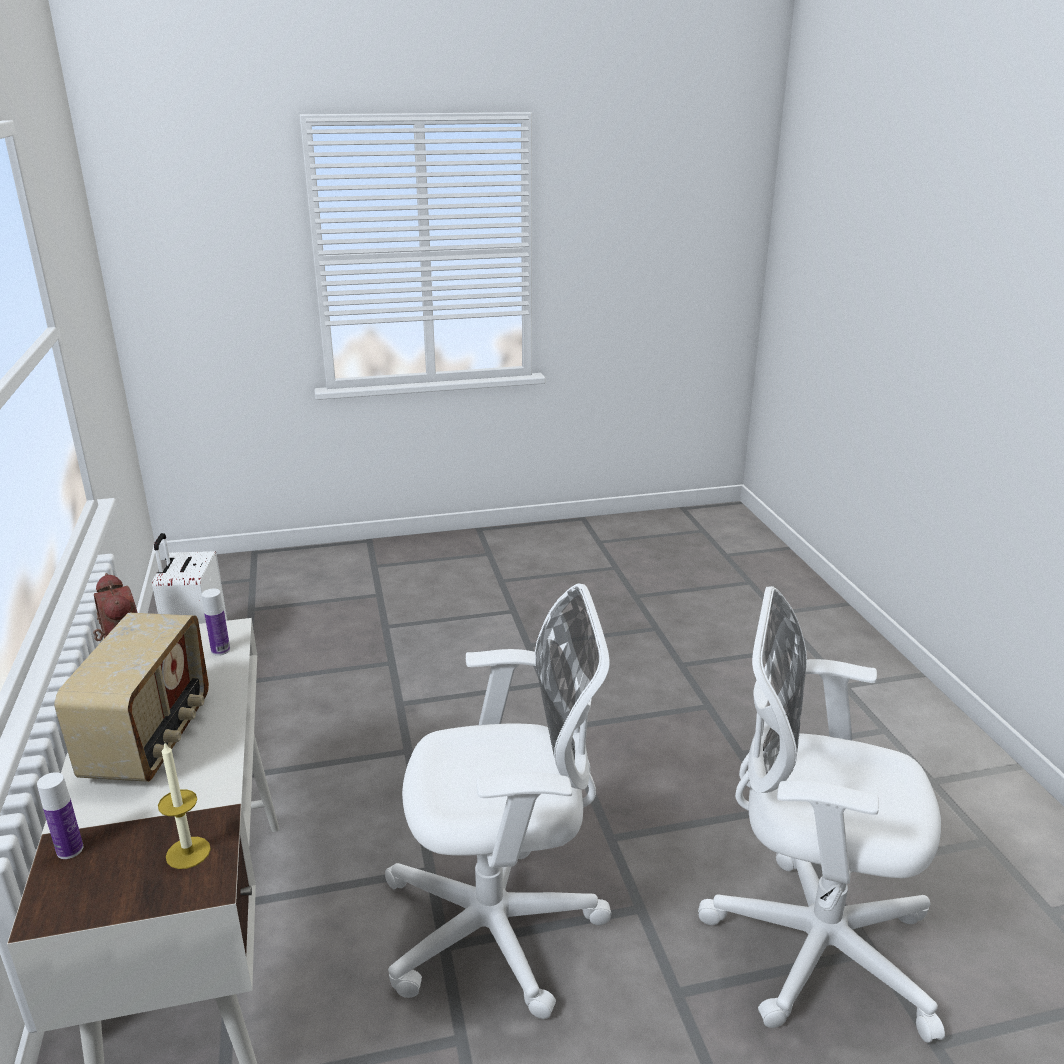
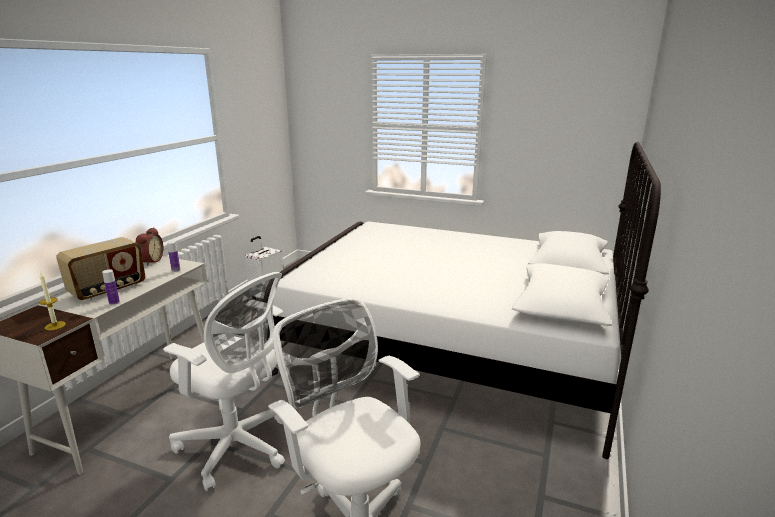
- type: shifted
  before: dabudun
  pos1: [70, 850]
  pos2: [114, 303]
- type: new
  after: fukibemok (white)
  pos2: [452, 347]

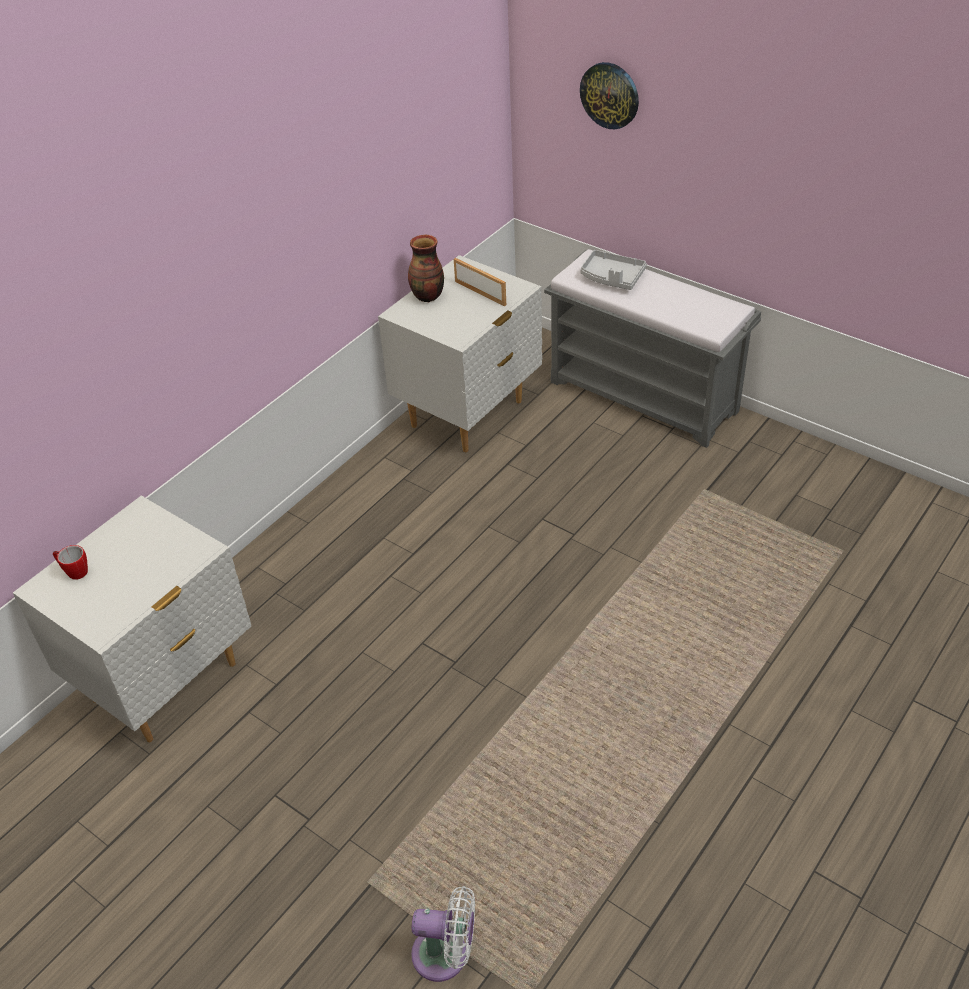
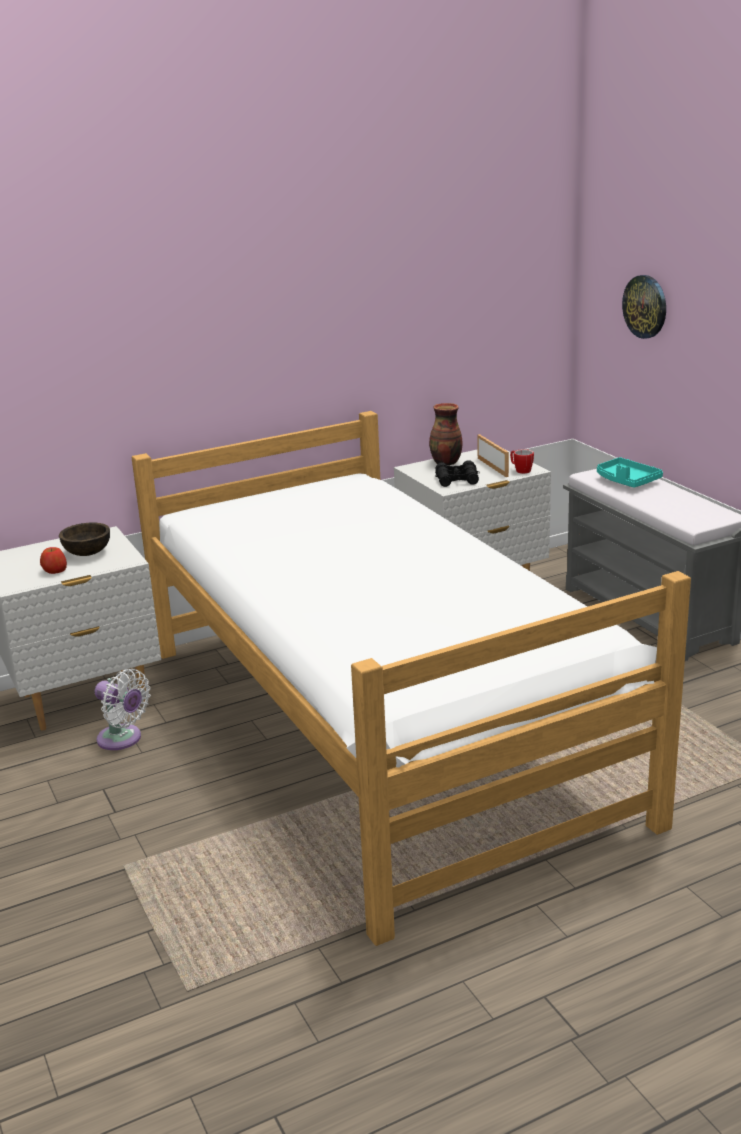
- type: shifted
  before: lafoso
  pos1: [74, 571]
  pos2: [520, 470]
- type: shifted
  before: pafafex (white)
  pos1: [446, 955]
  pos2: [122, 739]
- type: repainted
  before: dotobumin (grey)
  after: dotobumin (turquoise)
  pos1: [612, 278]
  pos2: [626, 481]
- type: new
  after: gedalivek
  pos2: [55, 570]
- type: new
  after: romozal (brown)
  pos2: [87, 553]
- type: new
  after: fukibemok
  pos2: [379, 728]
- type: new
  after: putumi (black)
  pos2: [457, 480]

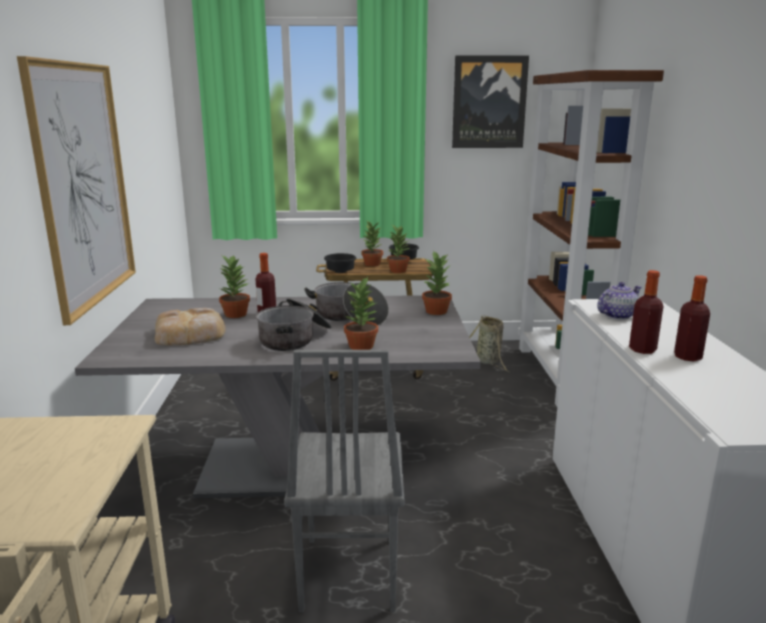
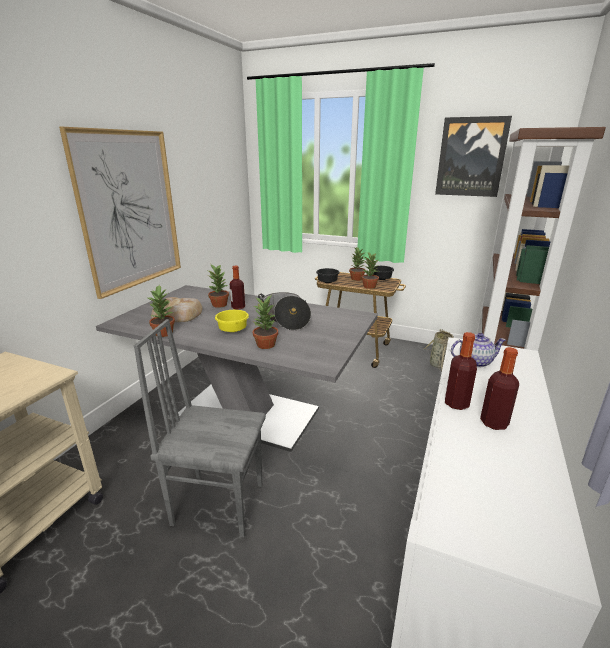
- type: swapped
  before: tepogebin
  after: romozal (yellow)
  pos1: [295, 338]
  pos2: [232, 330]
- type: rotated
  before: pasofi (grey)
  pos1: [347, 574]
  pos2: [218, 502]
  turn: 75
- type: shifted
  before: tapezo
  pos1: [436, 311]
  pos2: [164, 333]

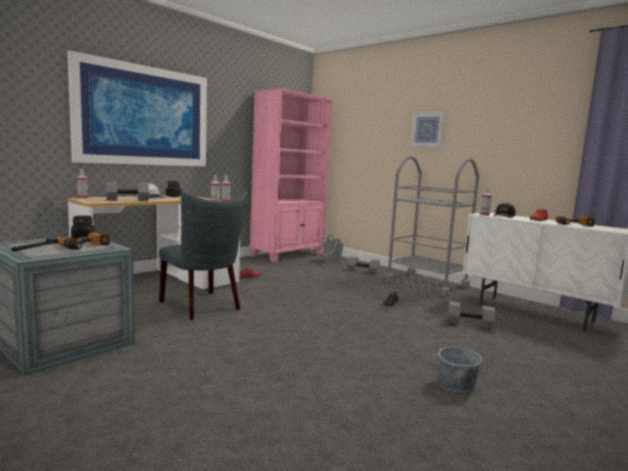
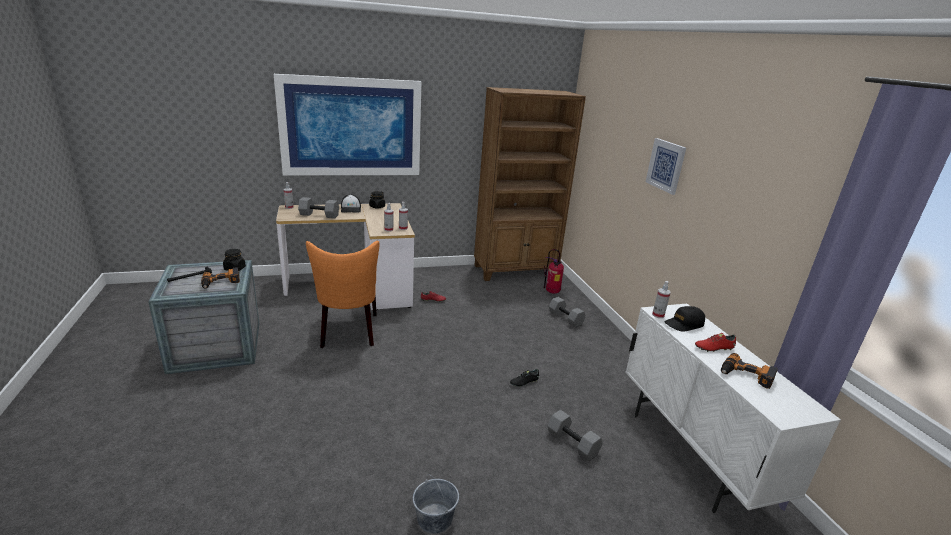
- type: repainted
  before: pasofi (grey)
  after: pasofi (orange)
  pos1: [203, 306]
  pos2: [348, 333]
- type: repainted
  before: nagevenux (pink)
  after: nagevenux (brown)
  pos1: [288, 255]
  pos2: [515, 271]
- type: swapped
  before: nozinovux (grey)
  after: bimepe
  pos1: [332, 261]
  pos2: [551, 292]
- type: gone
  before: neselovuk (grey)
  pos1: [426, 283]

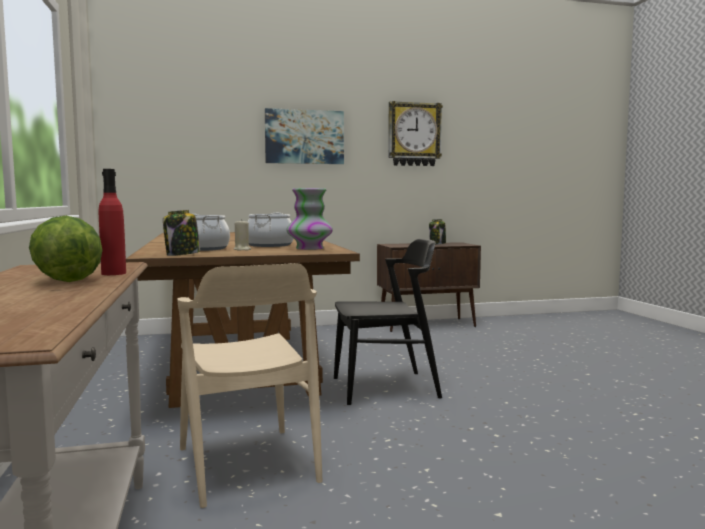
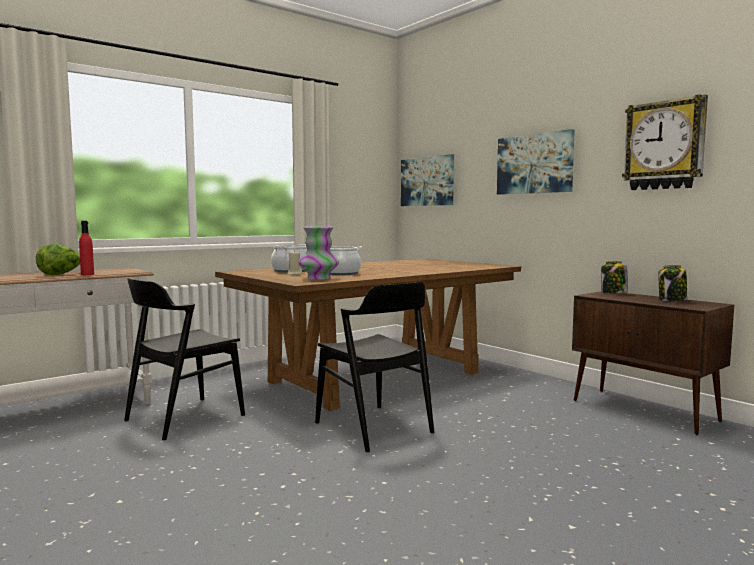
- type: shifted
  before: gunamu
  pos1: [182, 255]
  pos2: [613, 293]
- type: repainted
  before: pasofi (beige)
  after: pasofi (black)
  pos1: [247, 464]
  pos2: [184, 417]
- type: new
  after: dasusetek
  pos2: [427, 181]

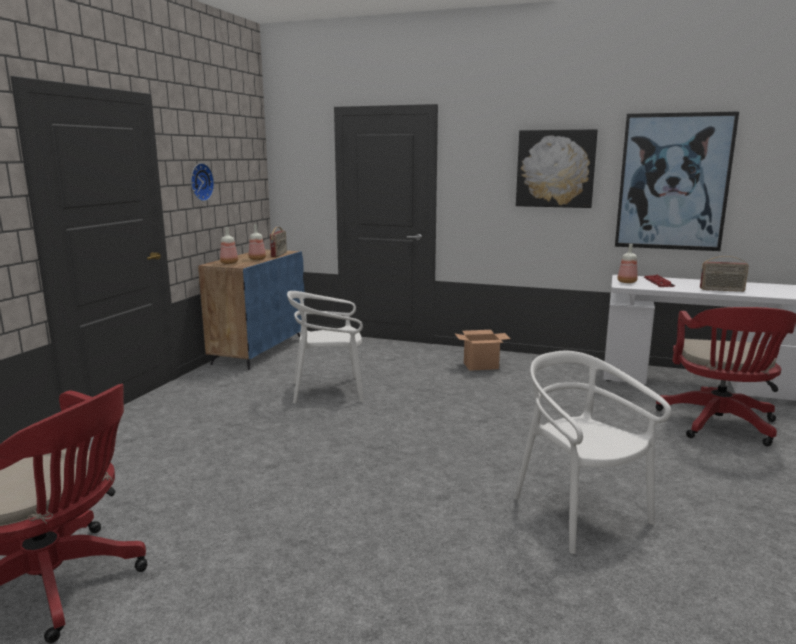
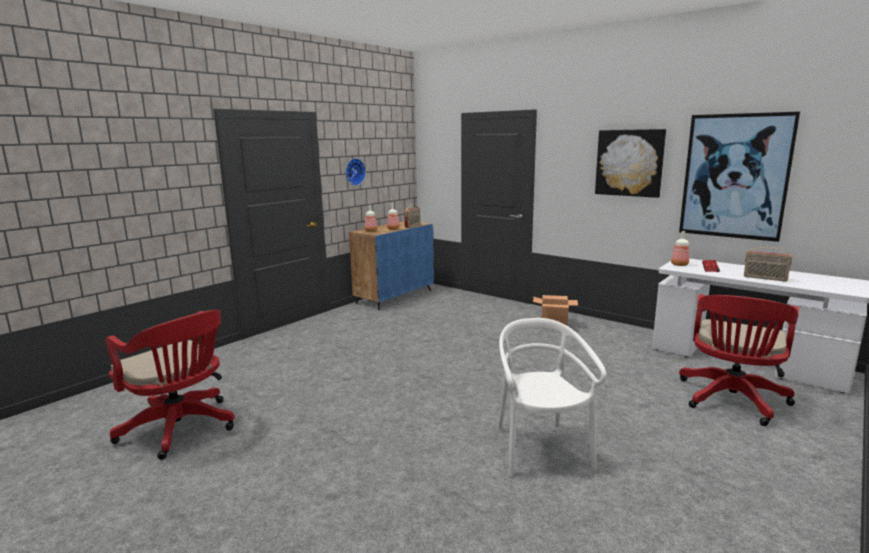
- type: gone
  before: pasofi (white)
  pos1: [328, 391]

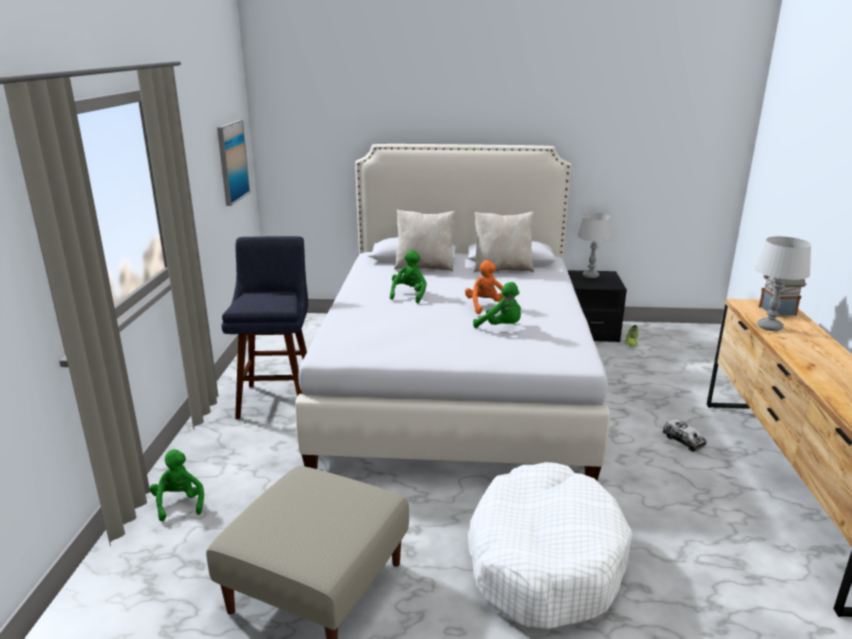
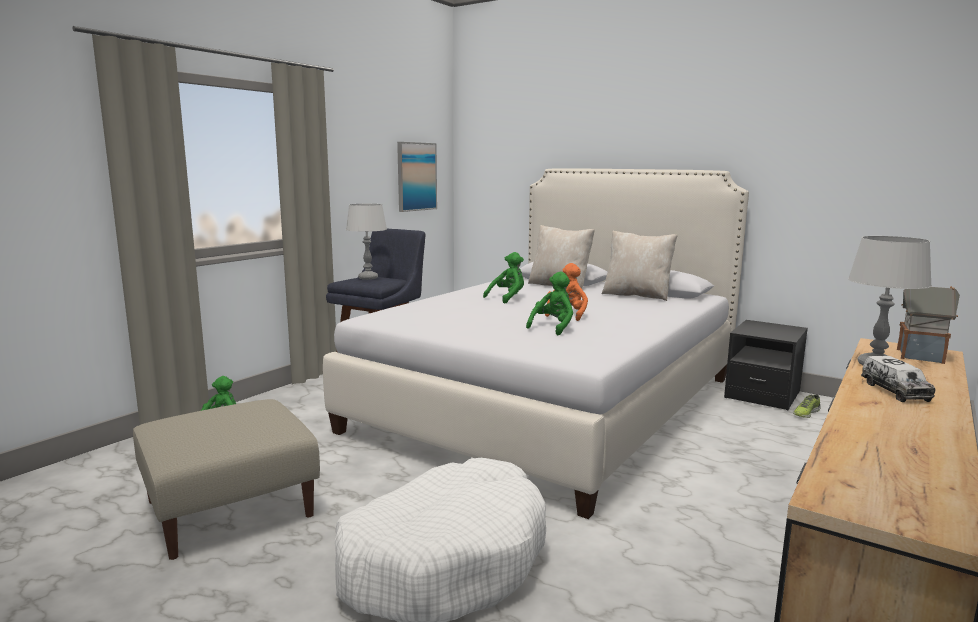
- type: rotated
  before: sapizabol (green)
  pos1: [501, 327]
  pos2: [553, 327]
  turn: -120
- type: shifted
  before: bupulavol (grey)
  pos1: [590, 276]
  pos2: [368, 278]
- type: shifted
  before: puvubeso
  pos1: [683, 441]
  pos2: [895, 391]

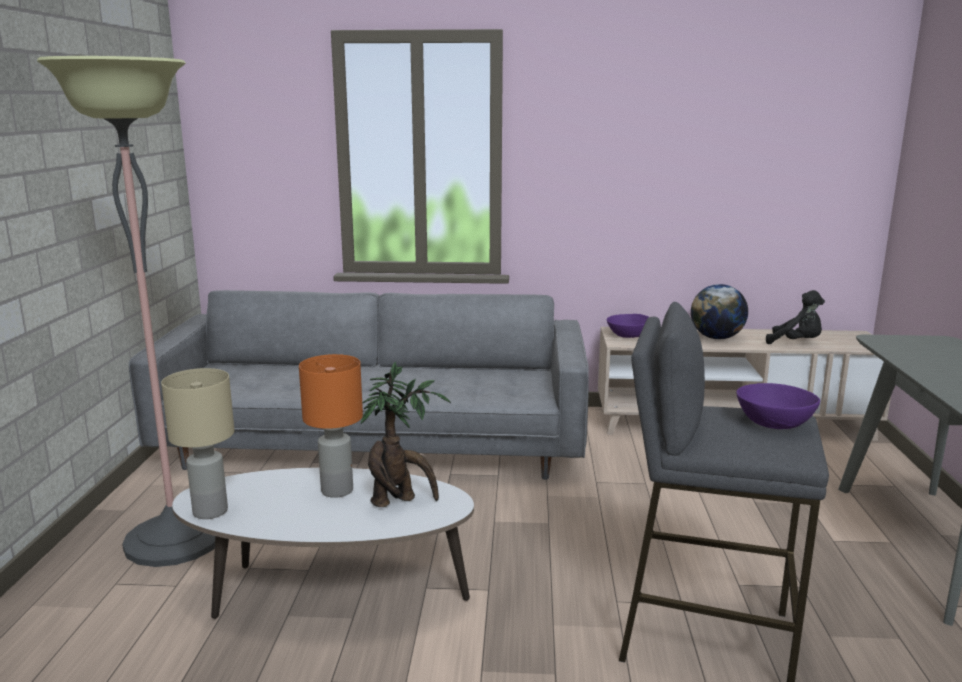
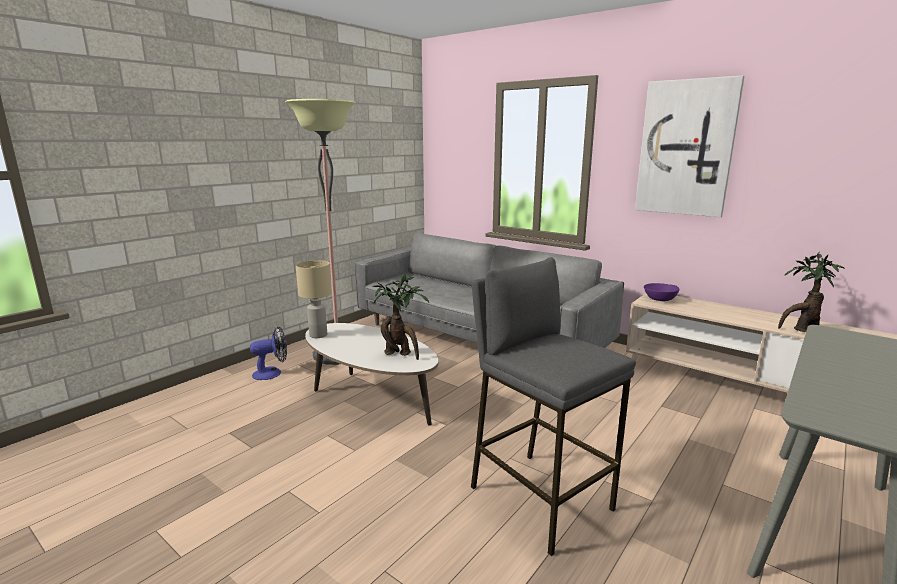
- type: gone
  before: bupulavol (orange)
  pos1: [336, 490]
- type: gone
  before: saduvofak
  pos1: [716, 338]
- type: gone
  before: romozal (purple)
  pos1: [773, 423]
- type: swapped
  before: sapizabol (black)
  after: tapezo
  pos1: [796, 343]
  pos2: [802, 330]
- type: new
  after: pafafex
  pos2: [272, 373]
- type: new
  after: dasusetek
  pos2: [686, 148]

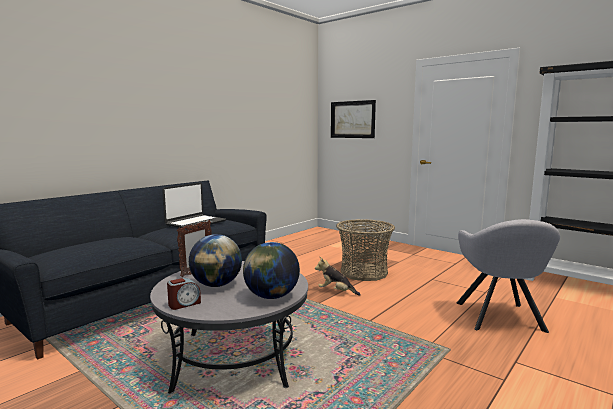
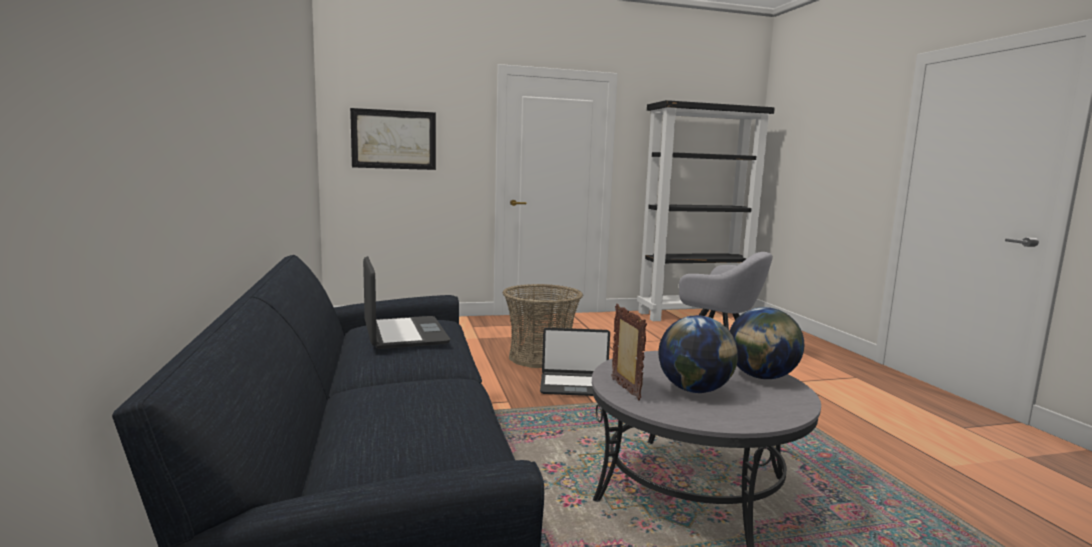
- type: gone
  before: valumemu
  pos1: [184, 304]
- type: swapped
  before: sapizabol
  after: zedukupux
  pos1: [336, 292]
  pos2: [575, 386]

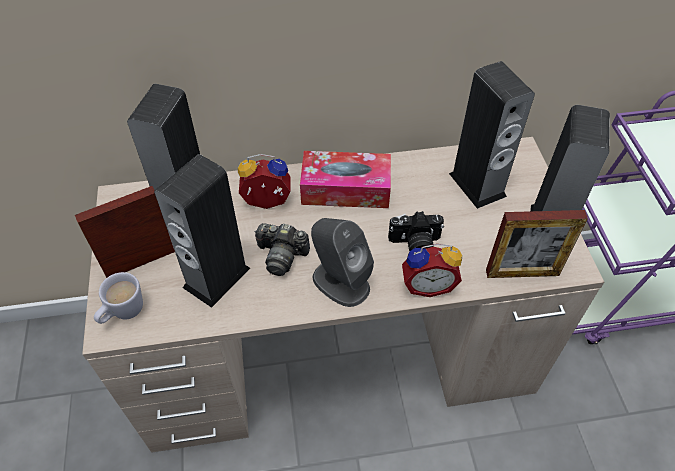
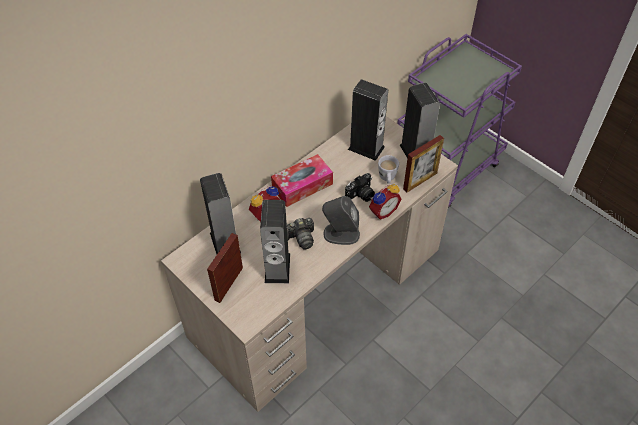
- type: shifted
  before: lafoso (white)
  pos1: [123, 313]
  pos2: [387, 179]

